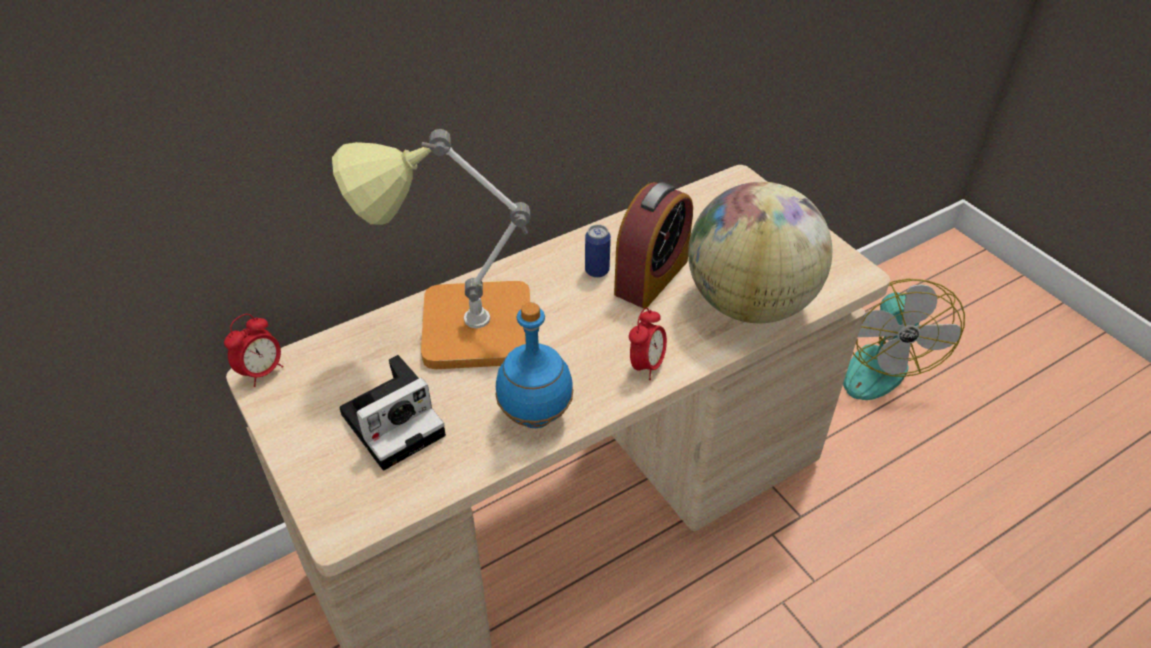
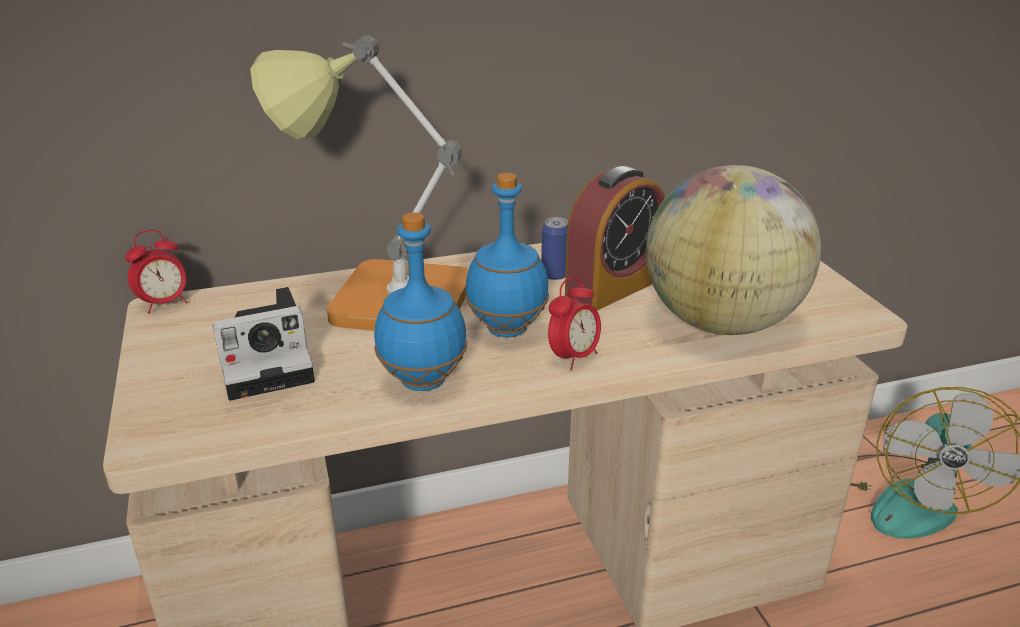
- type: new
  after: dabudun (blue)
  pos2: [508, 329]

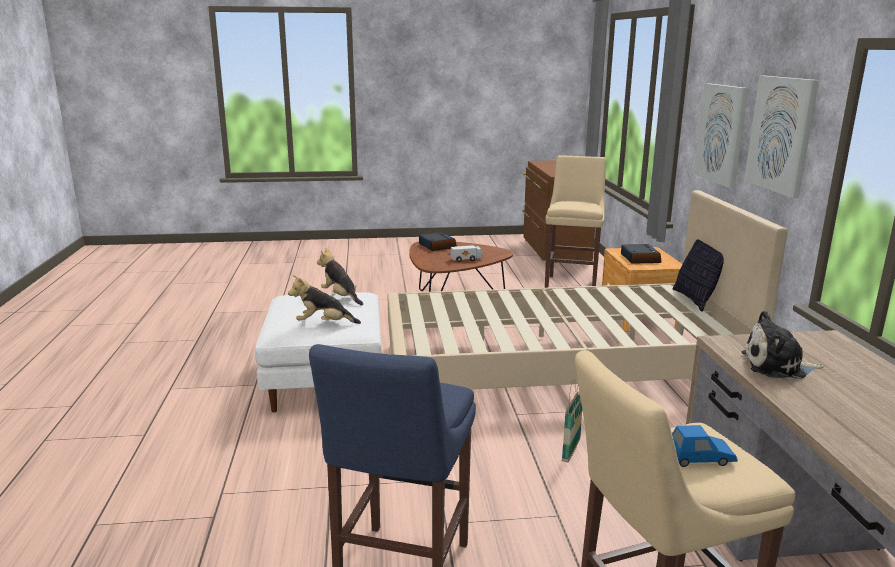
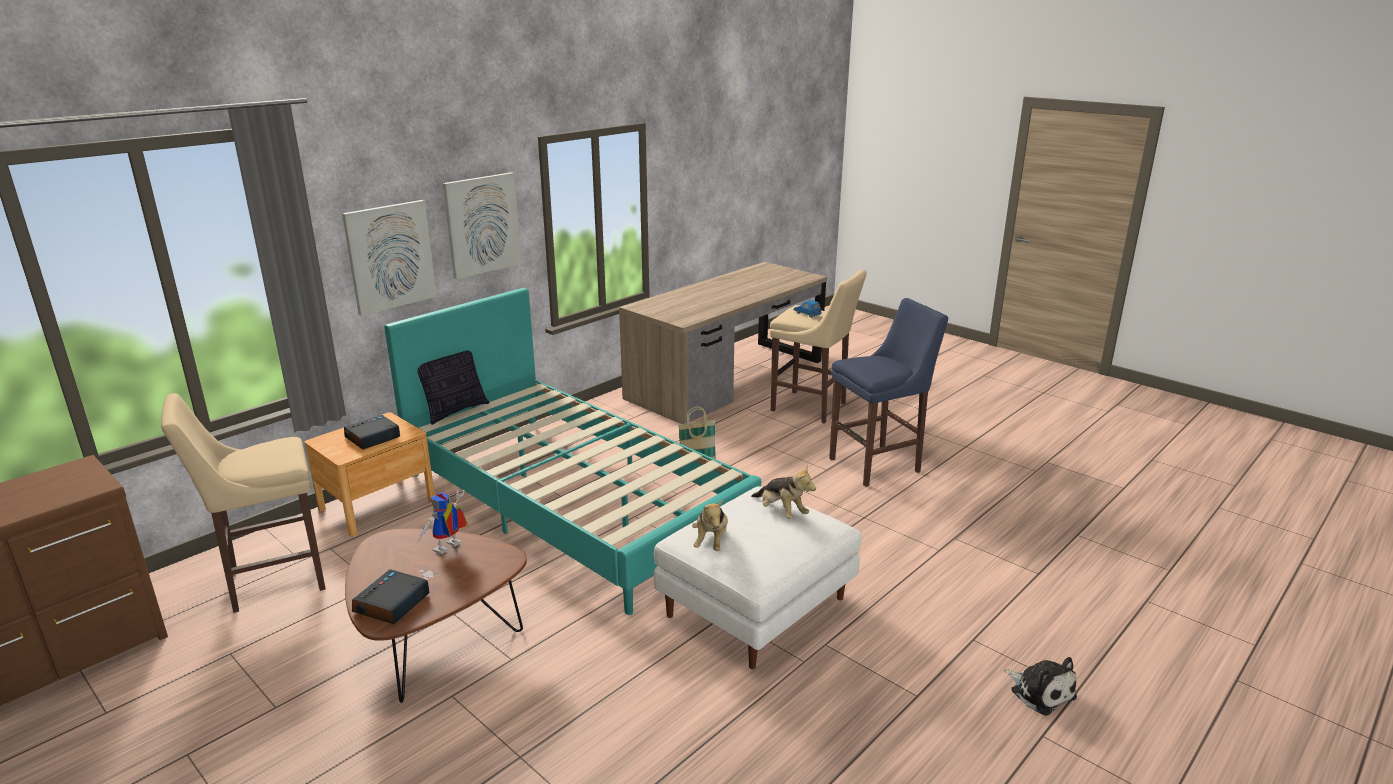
- type: repainted
  before: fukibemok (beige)
  after: fukibemok (turquoise)
  pos1: [559, 369]
  pos2: [572, 503]
- type: swapped
  before: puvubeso
  after: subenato
  pos1: [466, 259]
  pos2: [448, 549]
- type: shifted
  before: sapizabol
  pos1: [777, 366]
  pos2: [1040, 692]

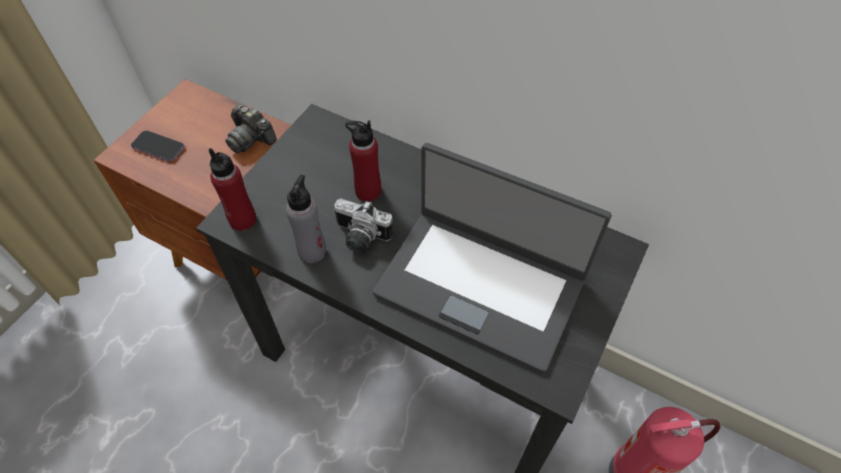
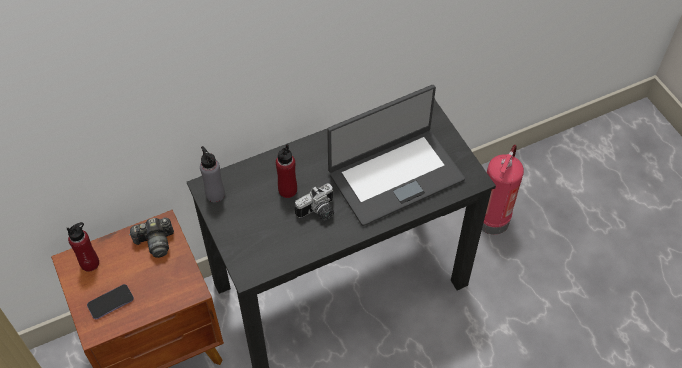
- type: shifted
  before: dabudun (red)
  pos1: [243, 220]
  pos2: [90, 263]
- type: shifted
  before: dabudun (grey)
  pos1: [312, 251]
  pos2: [215, 194]

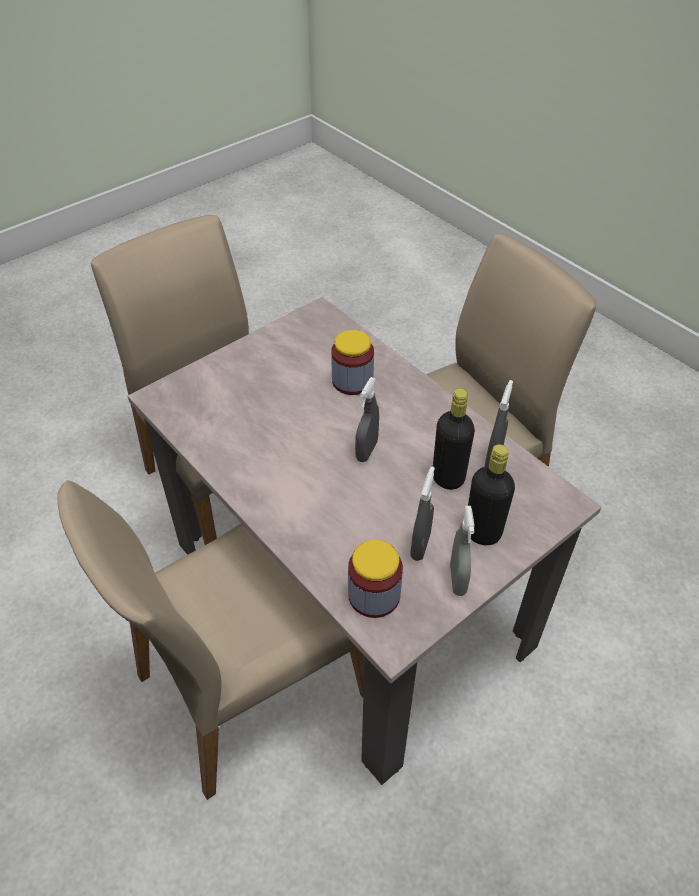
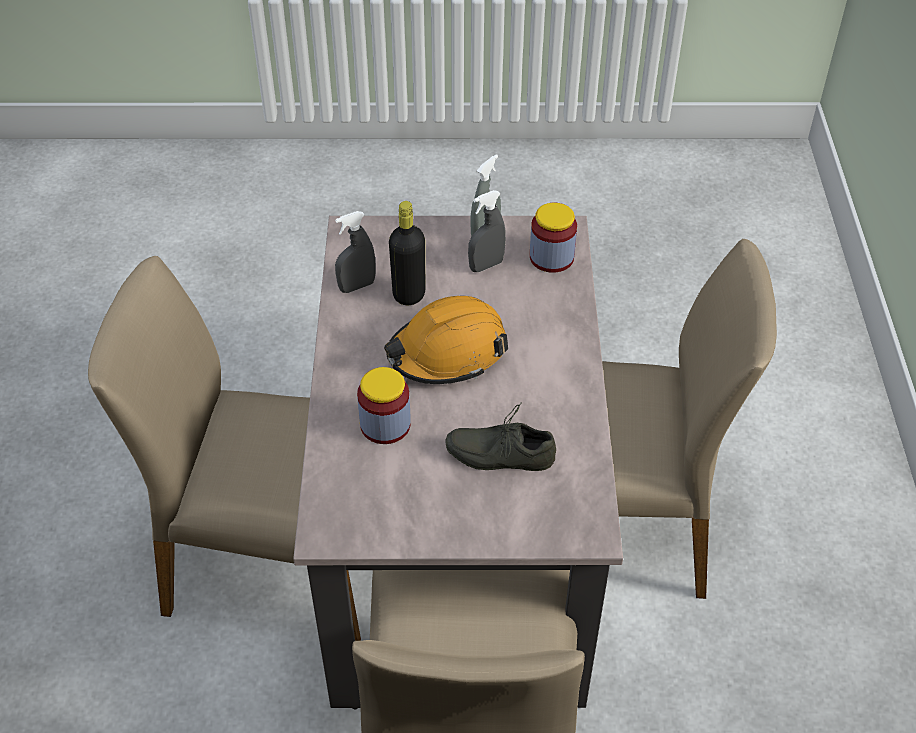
- type: swapped
  before: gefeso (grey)
  after: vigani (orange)
  pos1: [366, 451]
  pos2: [447, 352]
- type: gone
  before: dabudun (black)
  pos1: [482, 532]
- type: new
  after: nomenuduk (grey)
  pos2: [500, 452]

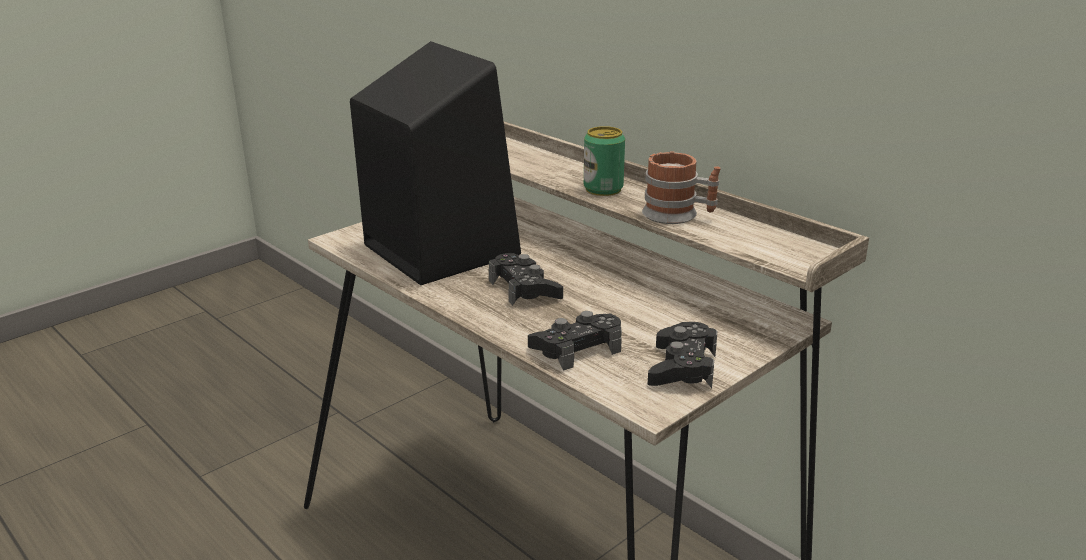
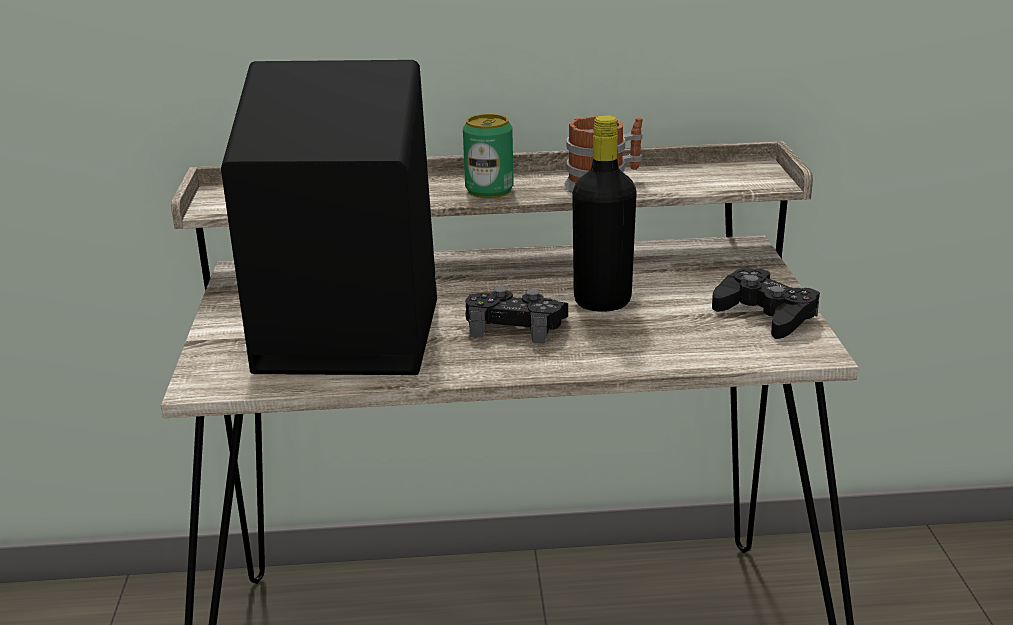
- type: gone
  before: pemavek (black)
  pos1: [576, 348]
- type: new
  after: dabudun (black)
  pos2: [602, 302]

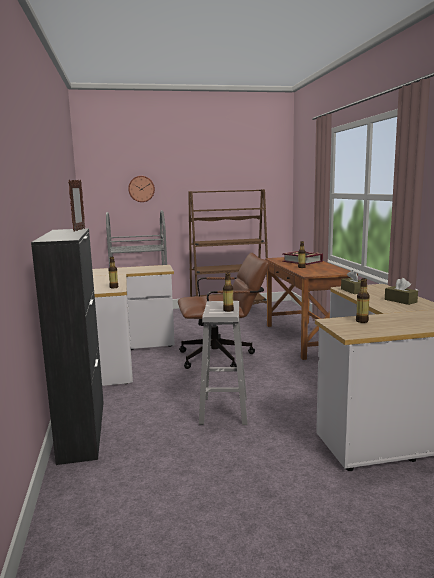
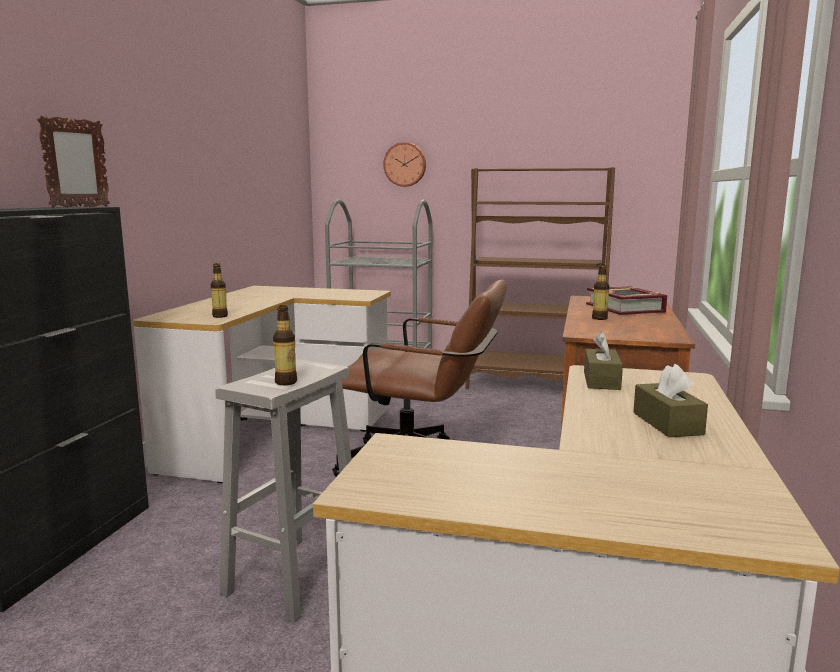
- type: gone
  before: dabudun
  pos1: [362, 321]

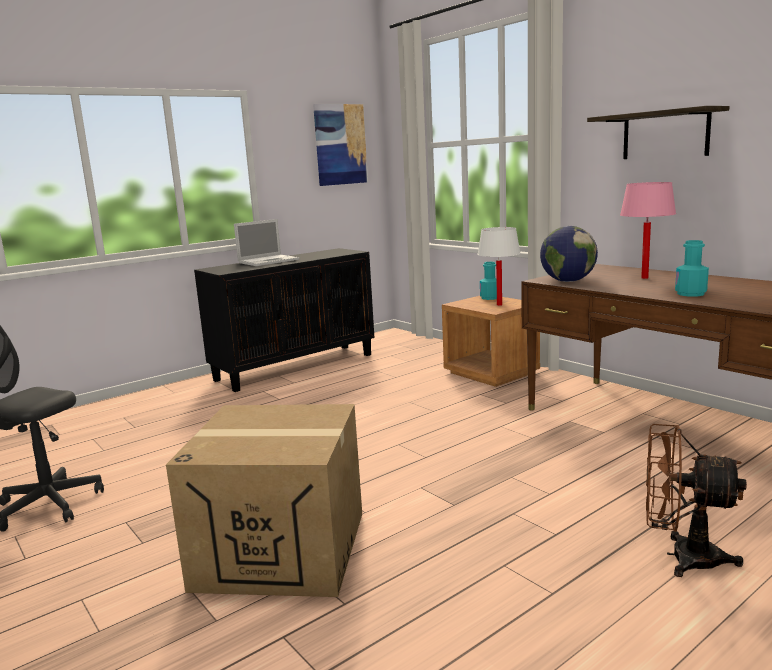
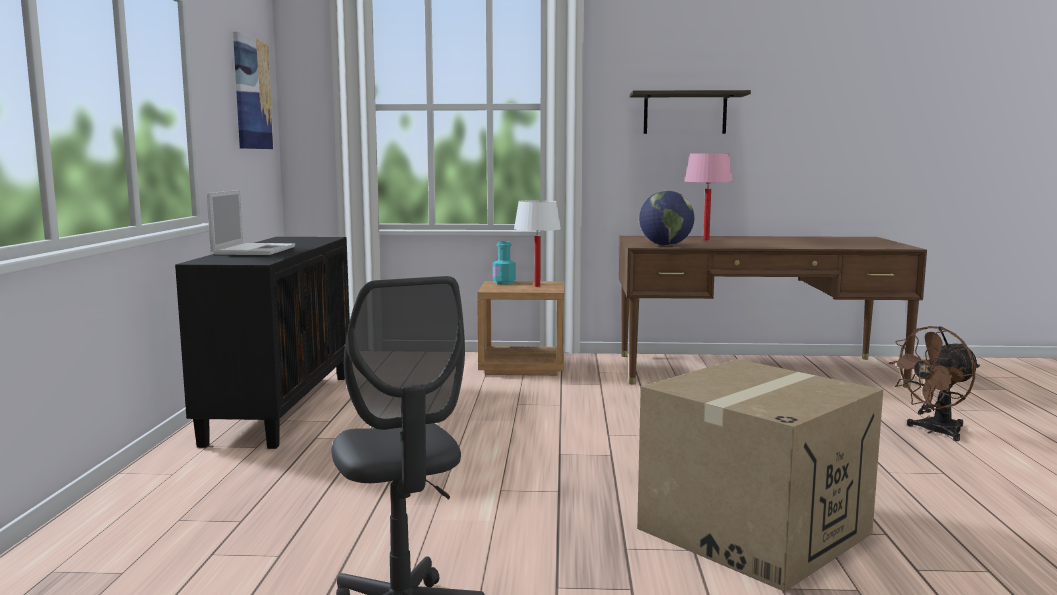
- type: gone
  before: dabudun (turquoise)
  pos1: [690, 294]

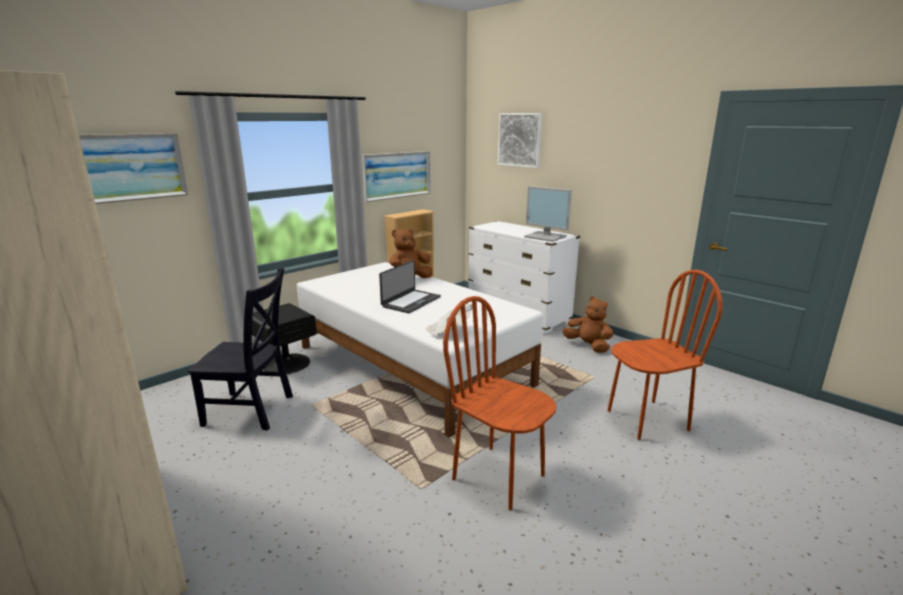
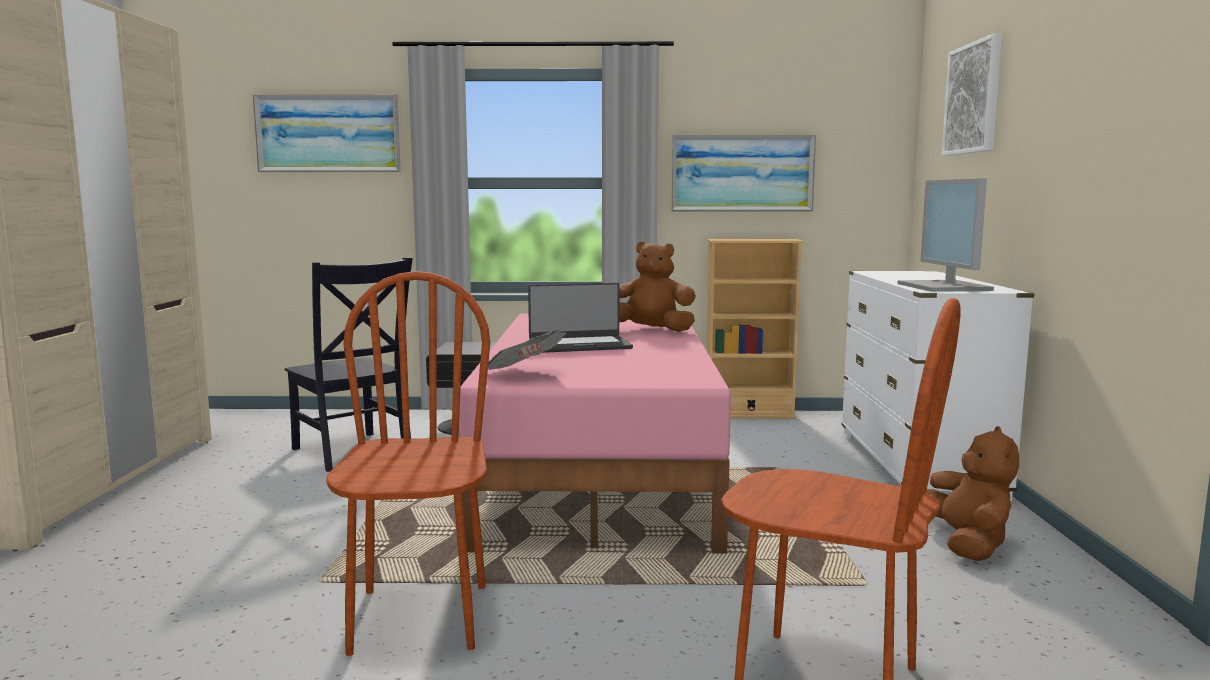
- type: repainted
  before: fukibemok (white)
  after: fukibemok (pink)
  pos1: [411, 364]
  pos2: [600, 469]

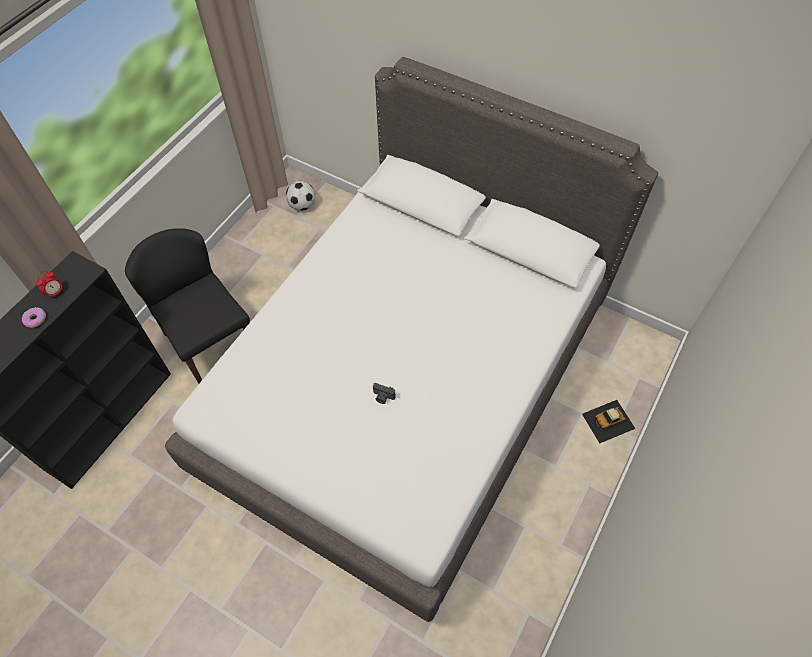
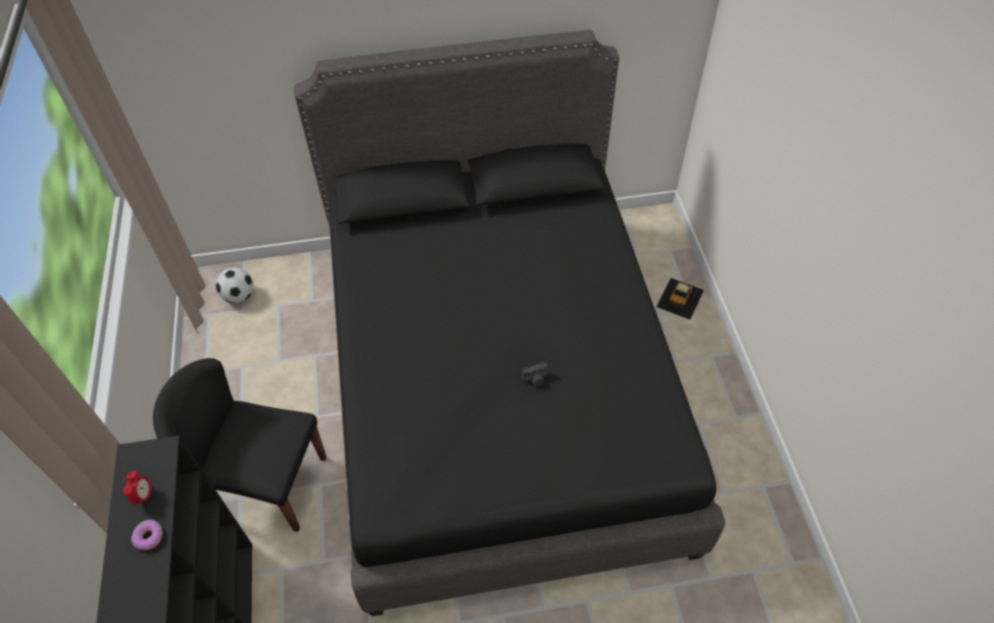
- type: repainted
  before: fukibemok (white)
  after: fukibemok (black)
  pos1: [406, 385]
  pos2: [497, 385]

